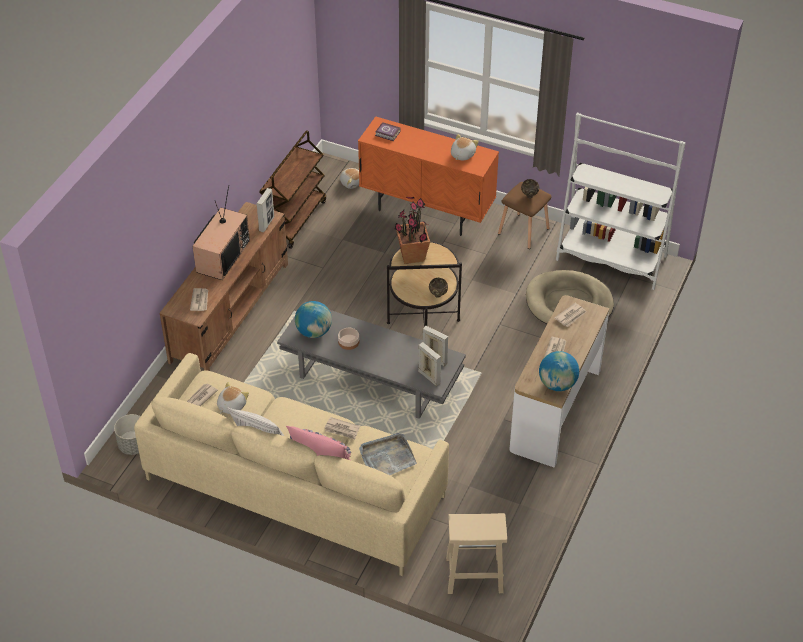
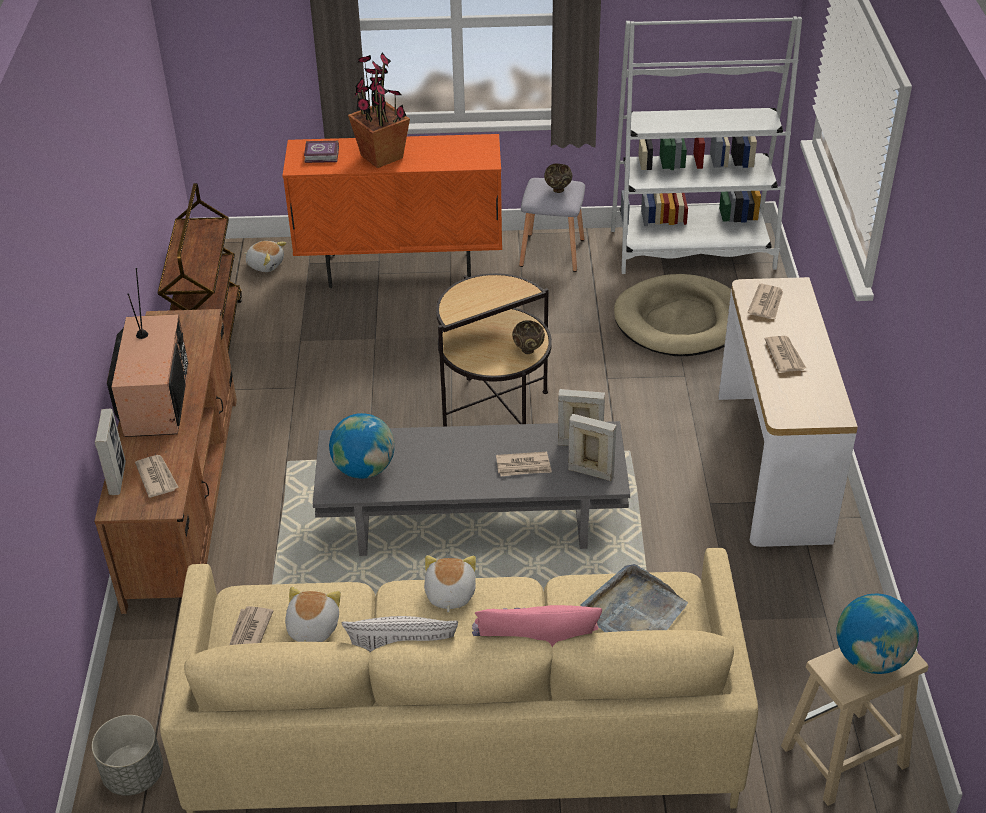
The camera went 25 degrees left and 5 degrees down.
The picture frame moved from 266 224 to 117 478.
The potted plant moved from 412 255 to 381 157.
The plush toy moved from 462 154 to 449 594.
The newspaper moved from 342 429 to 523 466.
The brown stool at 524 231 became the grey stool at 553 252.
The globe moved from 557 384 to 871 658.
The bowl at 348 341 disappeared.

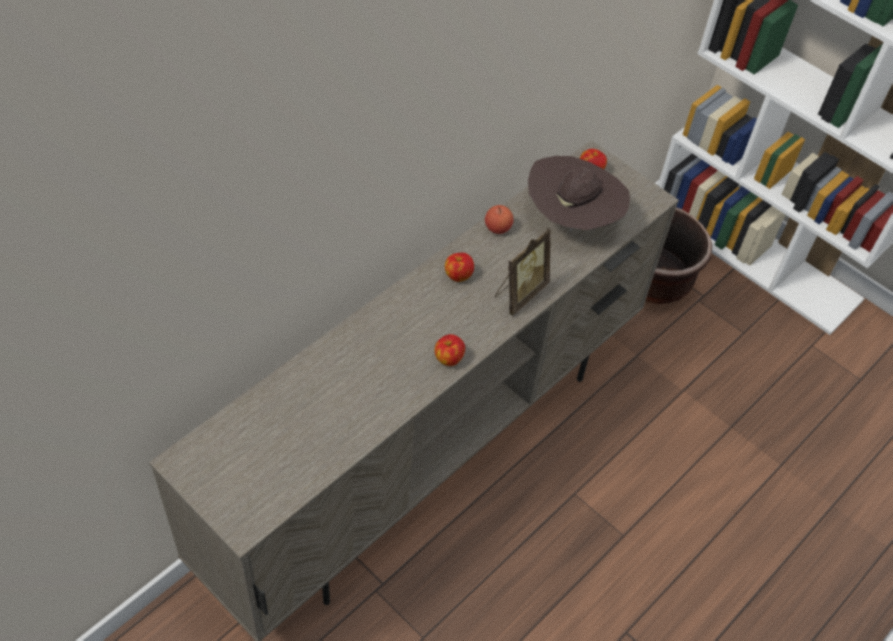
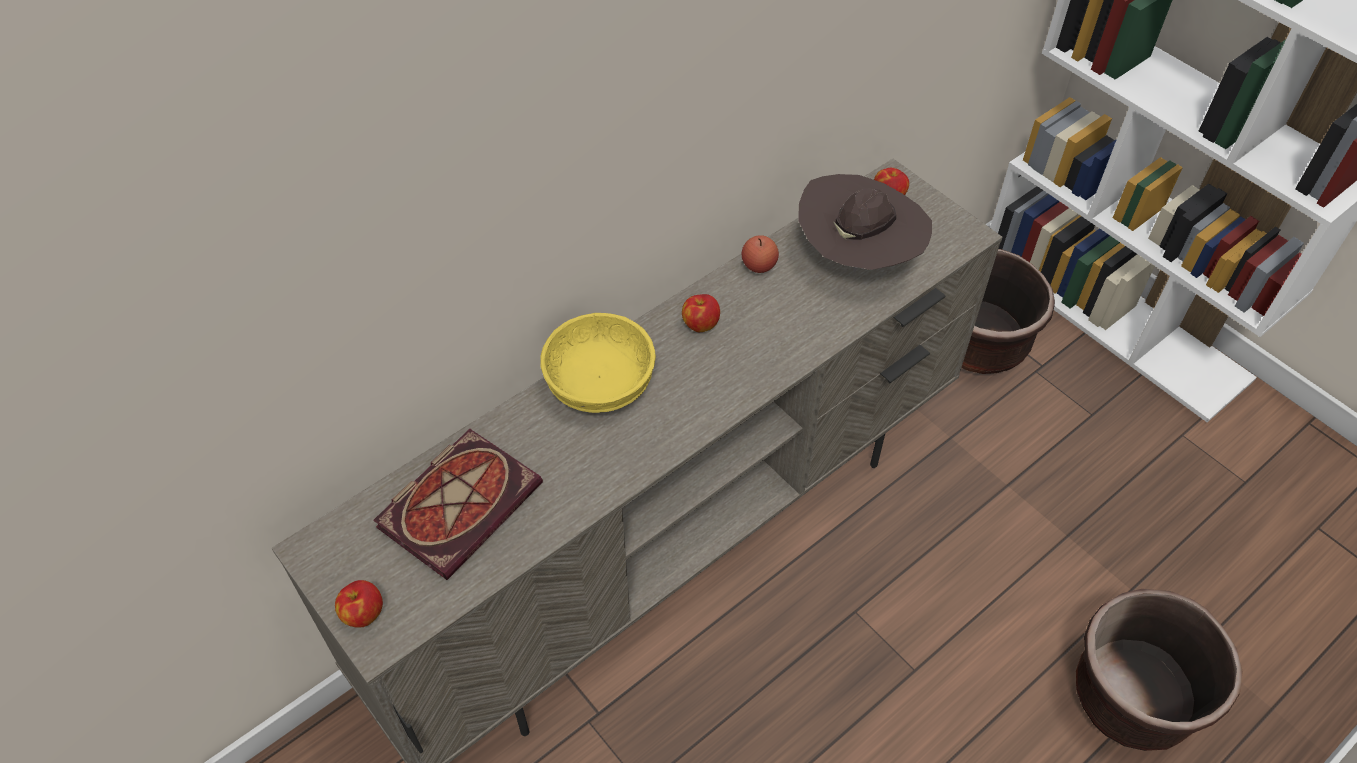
The camera went 10 degrees right and 0 degrees up.
The apple moved from 448 358 to 363 613.
The book at 460 501 appeared.
The yellow bowl at 599 381 appeared.
The brown planter at 1133 696 appeared.
The picture frame at 519 293 disappeared.

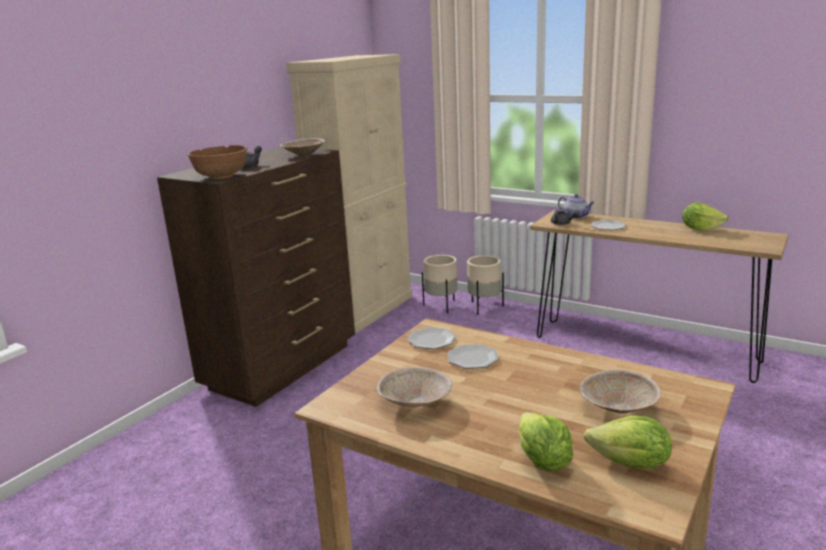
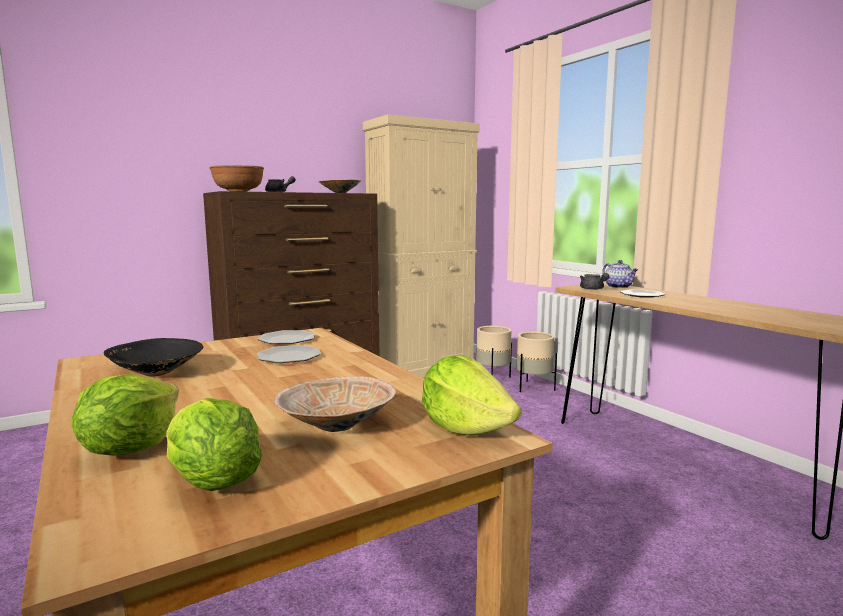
The camera went 25 degrees right and 10 degrees down.
The beige bowl at 416 402 became the black bowl at 158 374.
The lettuce moved from 700 229 to 465 428.

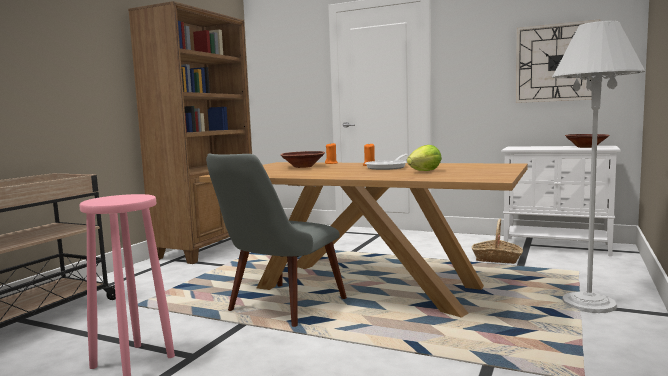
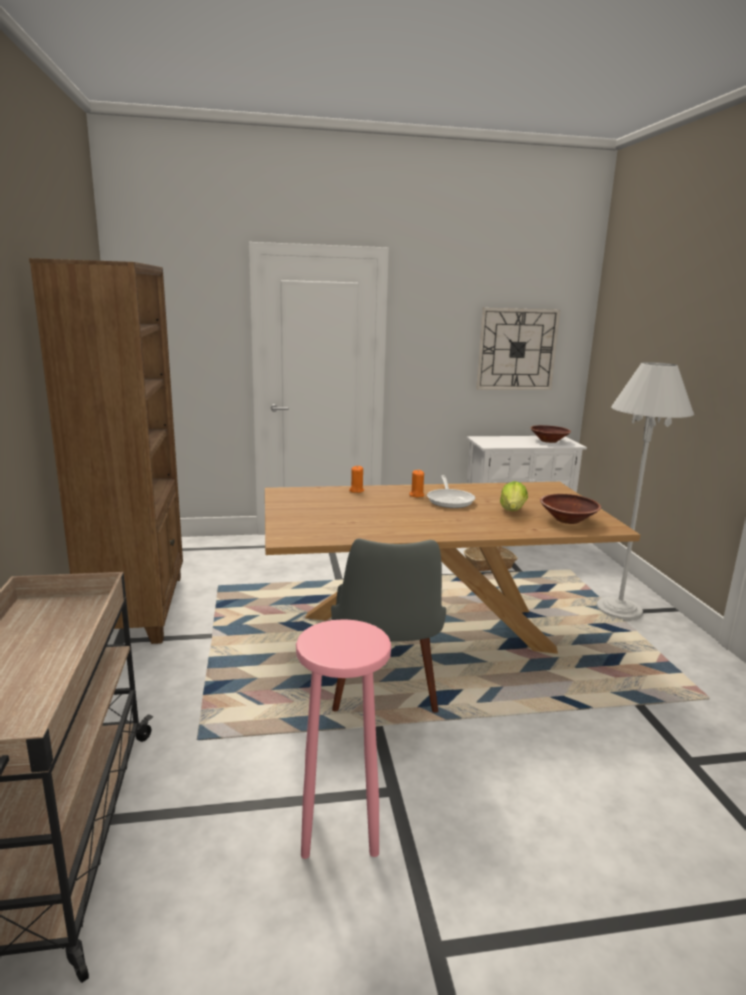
The camera went 35 degrees left and 10 degrees up.
The brown bowl moved from 303 167 to 568 520.

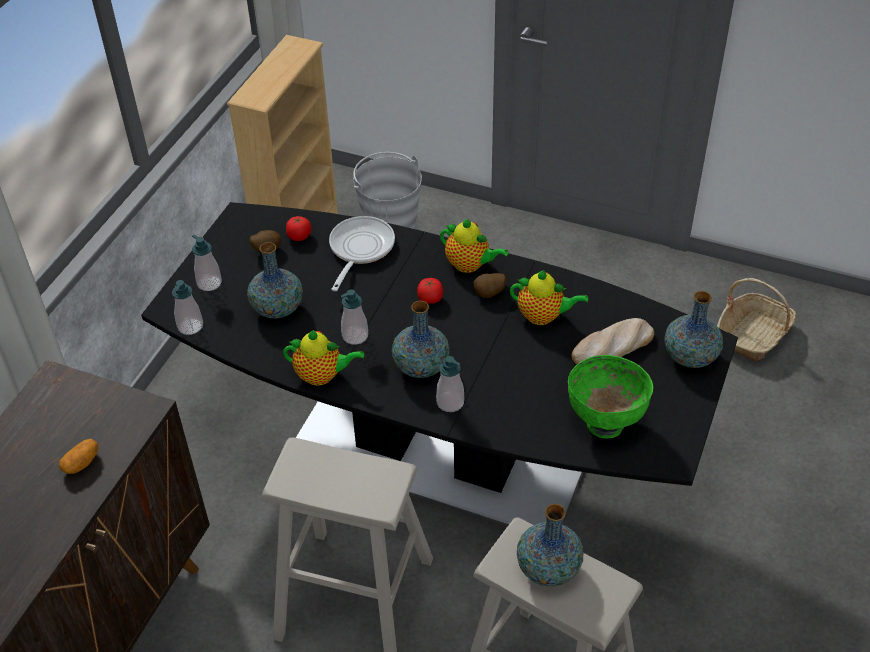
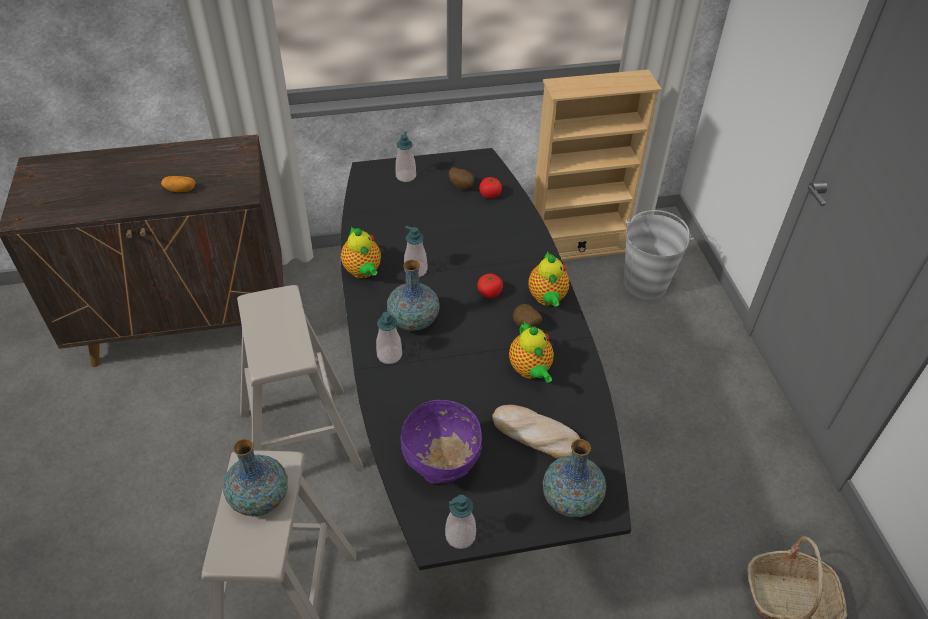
The camera went 55 degrees right and 0 degrees up.
The green bowl at 605 422 became the purple bowl at 442 467.
The soap dispenser moved from 190 326 to 460 536.
The vase at 278 309 disappeared.
The frying pan at 359 249 disappeared.

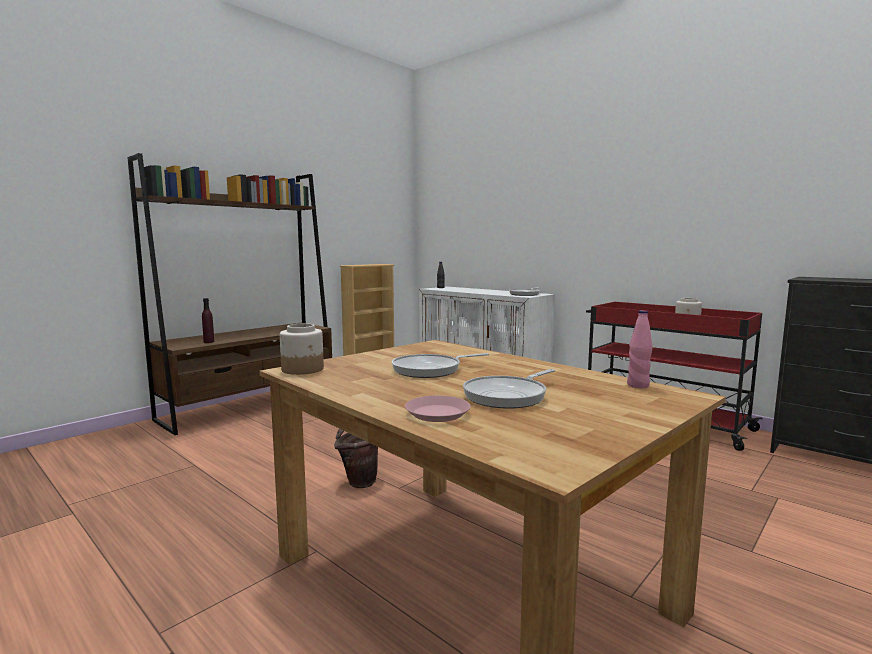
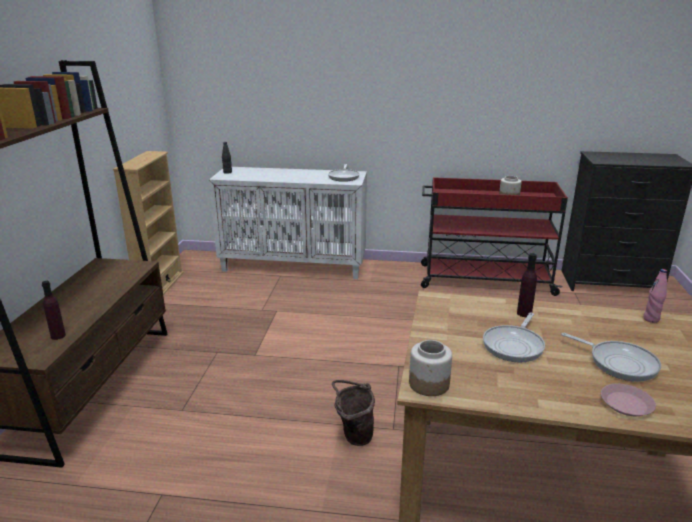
The camera went 35 degrees left and 15 degrees up.
The purple bottle at 524 313 appeared.
The frying pan at 508 396 turned 60 degrees counterclockwise.

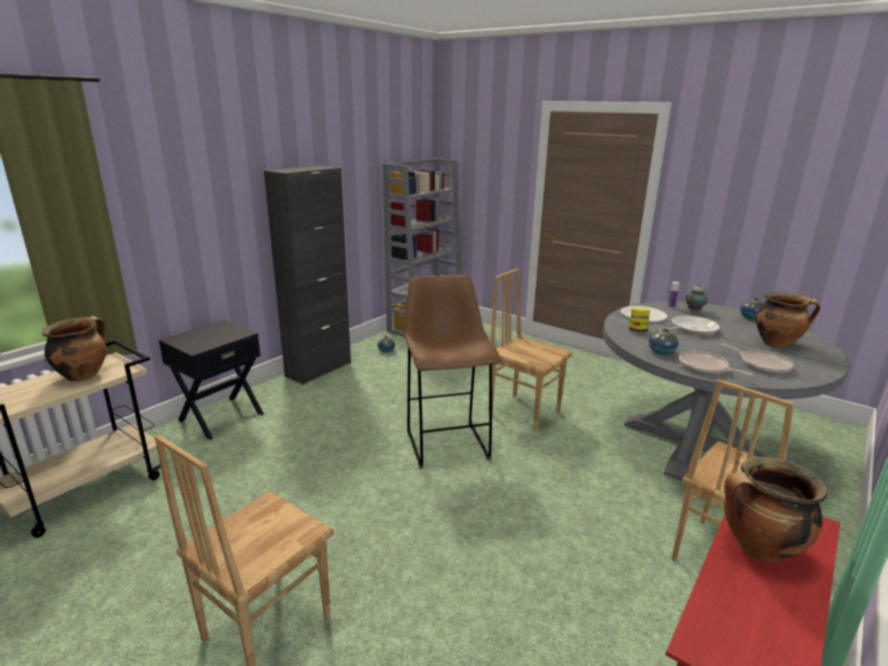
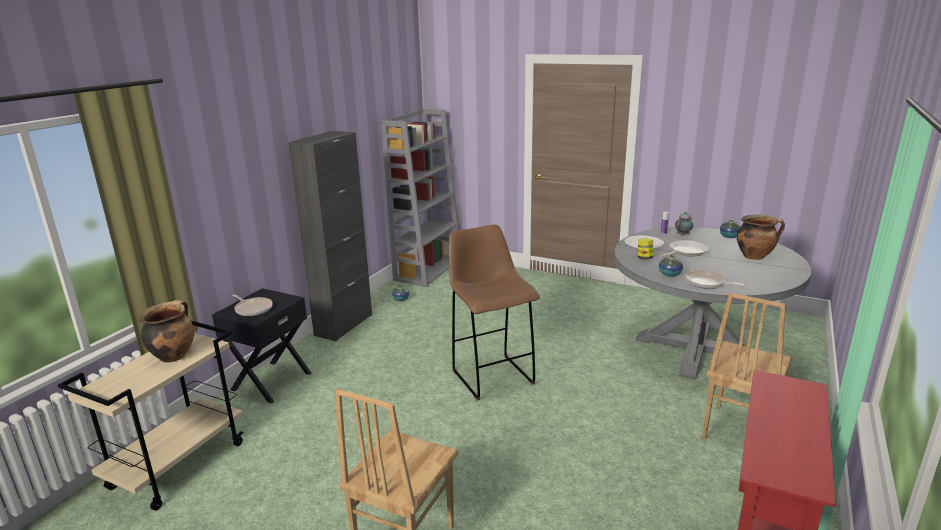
The camera went 10 degrees left and 0 degrees up.
The frying pan moved from 762 364 to 253 309.
The brown chair at 524 412 disappeared.
The cooking pot at 758 548 disappeared.

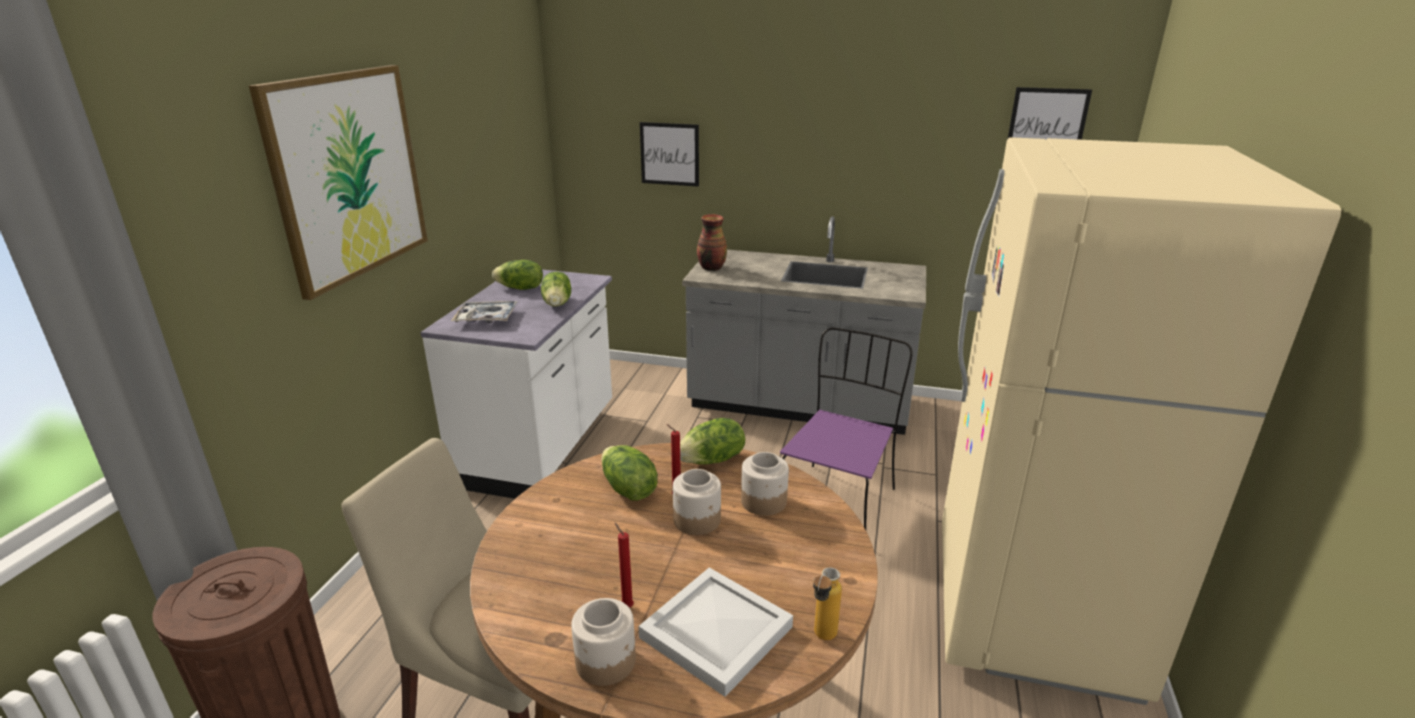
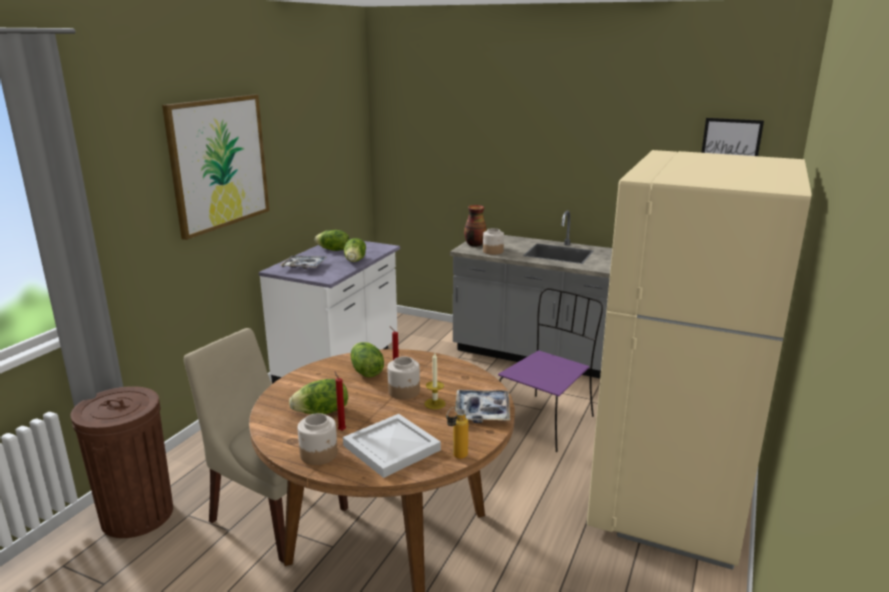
The camera went 10 degrees right and 5 degrees down.
The lettuce moved from 712 460 to 322 412.
The candle at 435 404 appeared.
The tray at 482 411 appeared.
The jar moved from 763 502 to 492 251.
The picture at 669 154 disappeared.

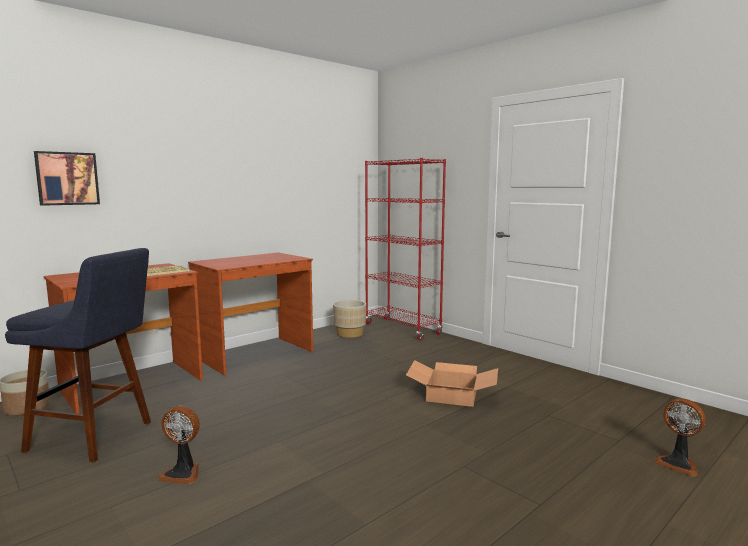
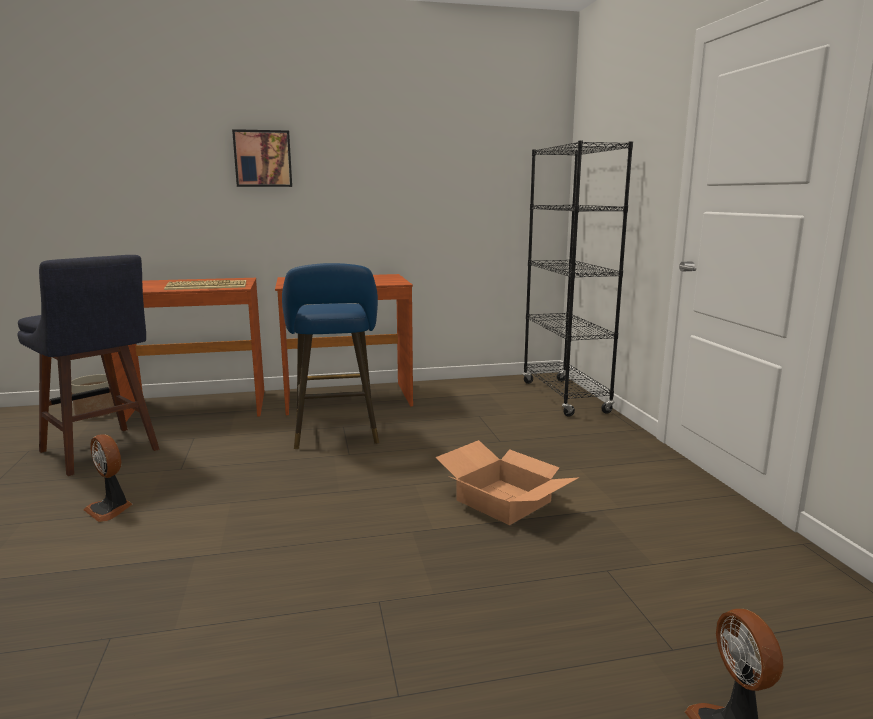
The camera went 30 degrees right and 5 degrees up.
The picture moved from 67 178 to 263 159.
The blue stool at 336 434 appeared.
The red bookcase at 402 329 became the black bookcase at 564 397.
The beige planter at 349 334 disappeared.

